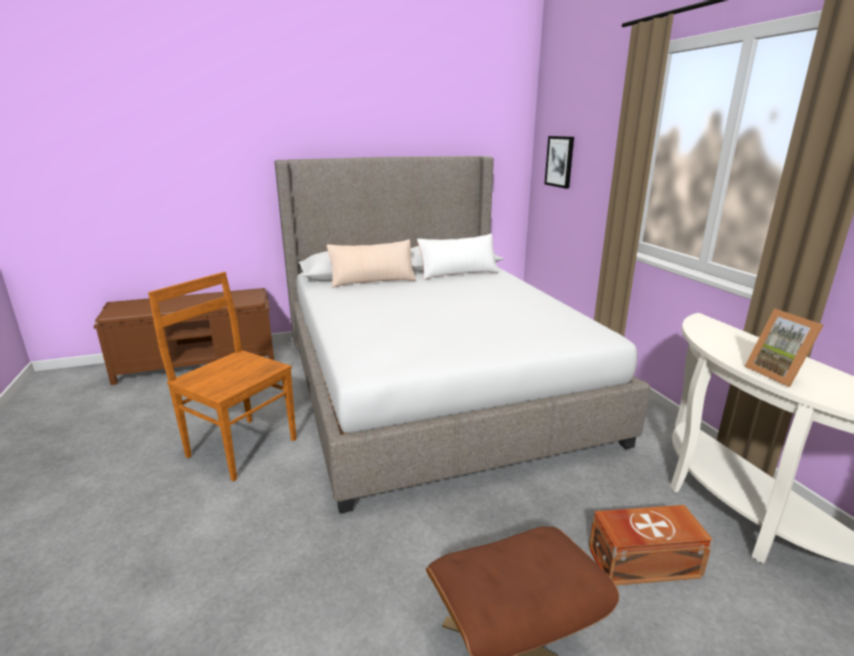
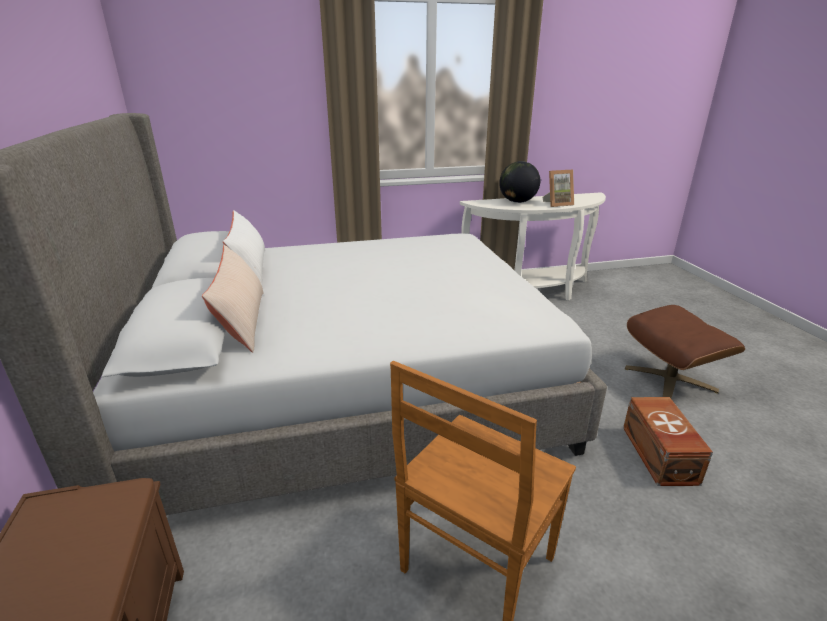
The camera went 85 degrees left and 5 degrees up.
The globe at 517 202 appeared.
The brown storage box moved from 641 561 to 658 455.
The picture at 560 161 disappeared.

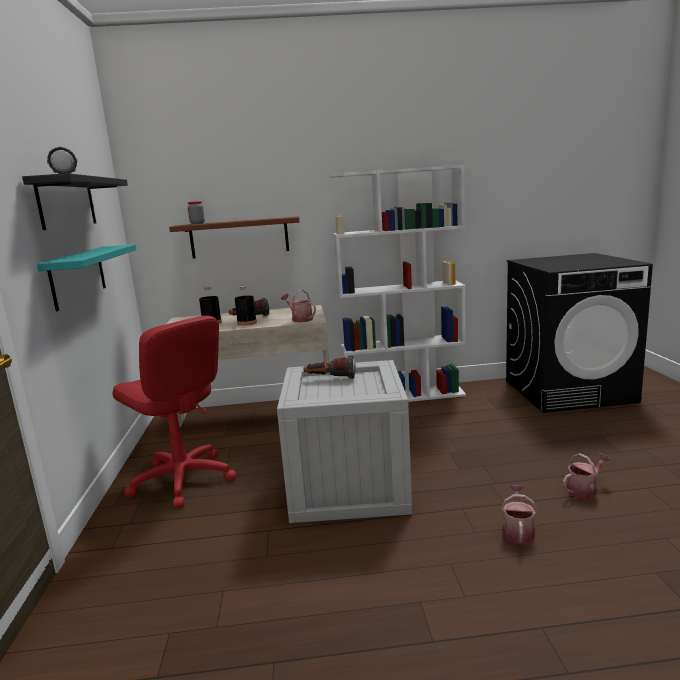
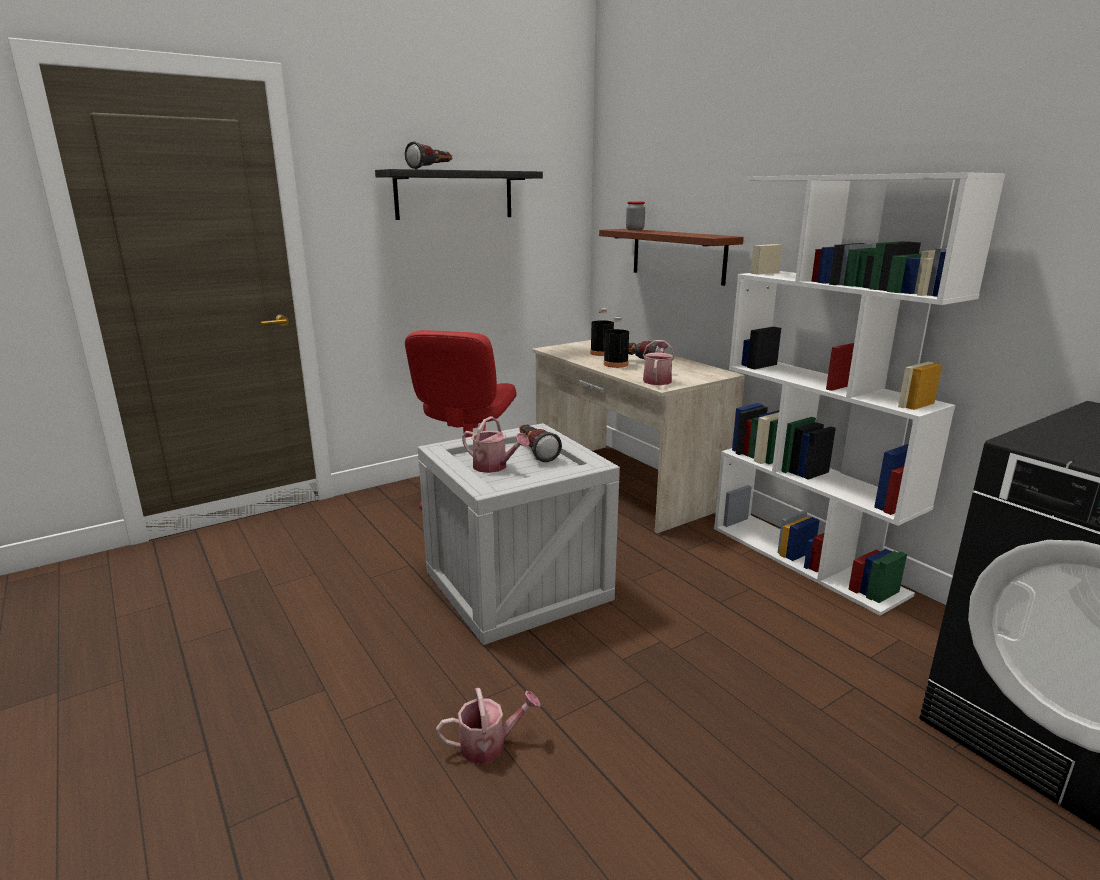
The camera went 60 degrees right and 5 degrees up.
The watering can moved from 584 489 to 494 467.
The turquoise shelf at 78 276 disappeared.

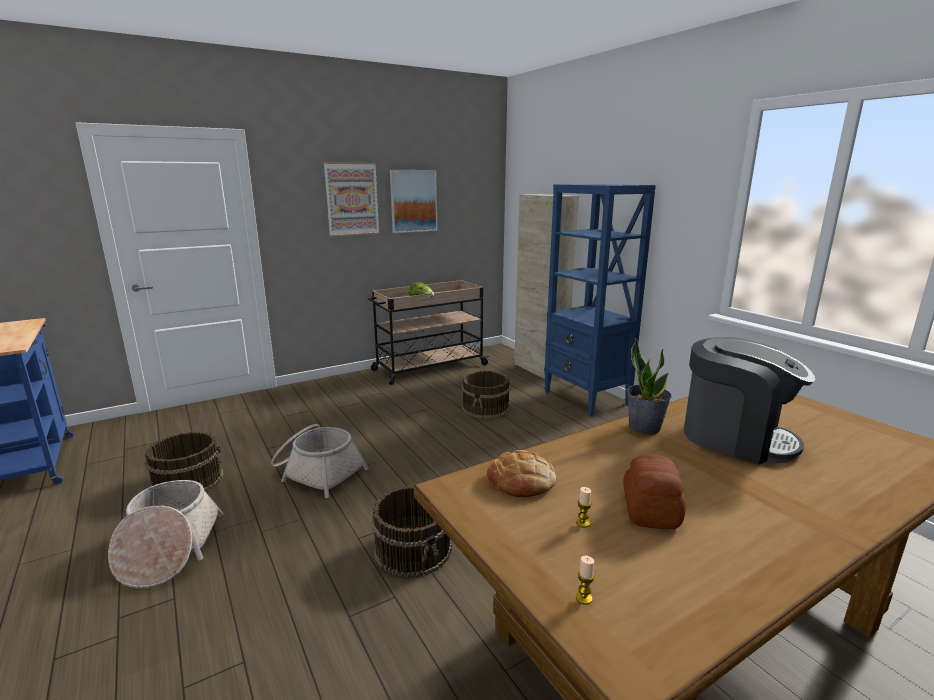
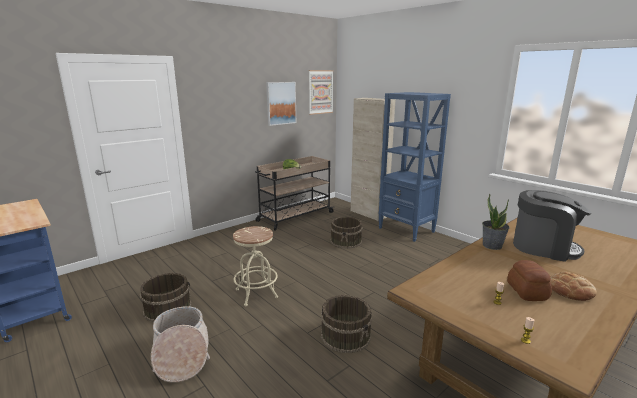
The camera went 10 degrees left and 0 degrees up.
The basket at 317 472 was replaced by the beige stool at 256 293.
The picture moved from 352 199 to 320 92.
The bread moved from 521 480 to 570 290.

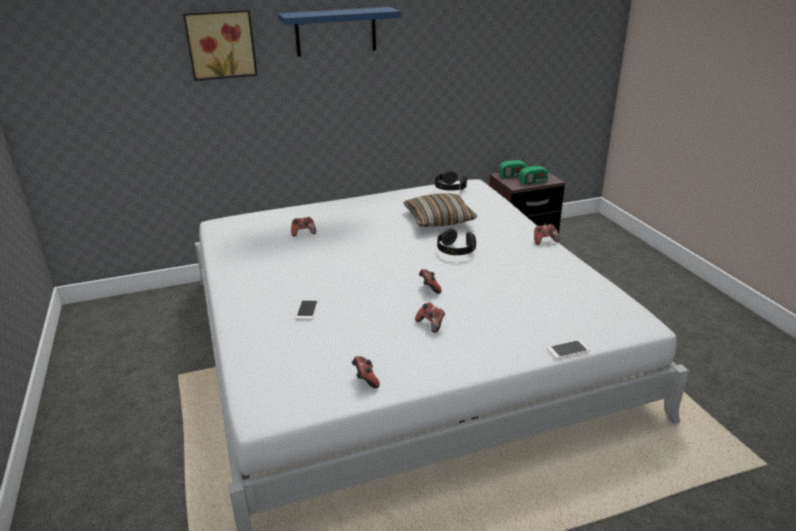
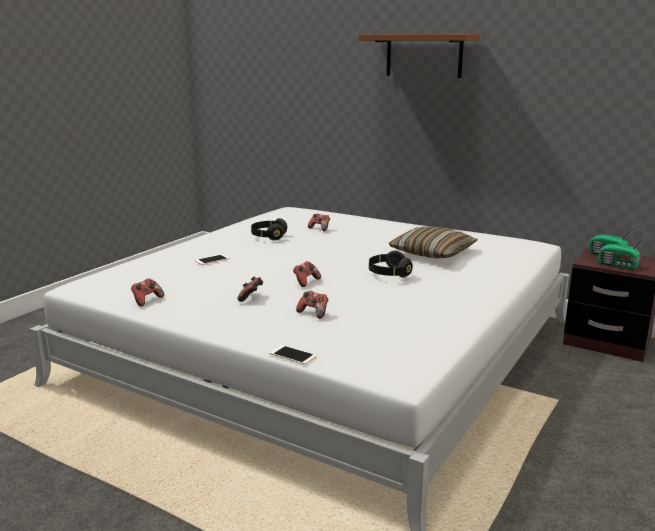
The camera went 50 degrees right and 10 degrees down.
The black headphones moved from 450 188 to 268 236.
The game controller moved from 544 241 to 313 313.
The blue shelf at 336 31 became the brown shelf at 424 55.
The picture at 221 44 disappeared.

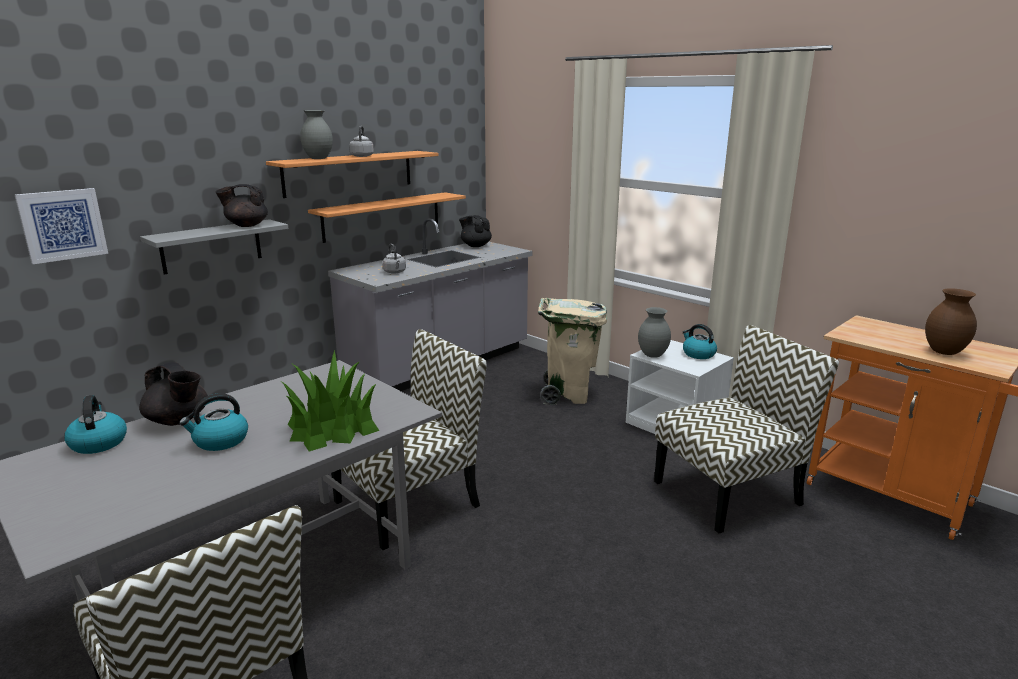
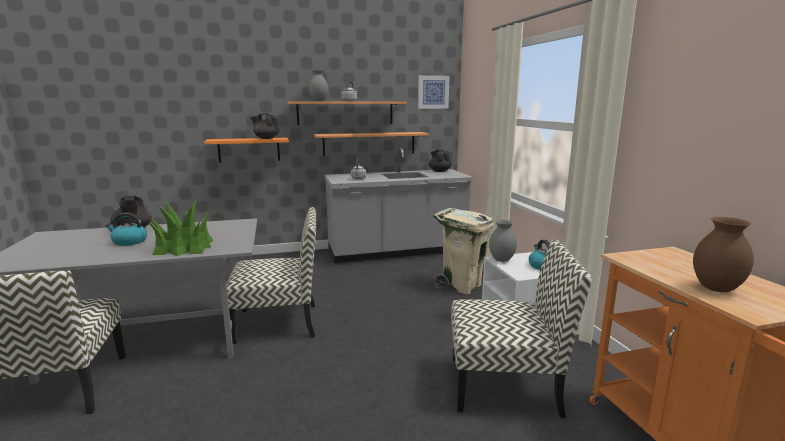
The camera went 30 degrees right and 5 degrees down.
The grey shelf at 211 246 became the orange shelf at 249 150.
The picture moved from 62 225 to 433 92.
The kettle at 98 443 disappeared.

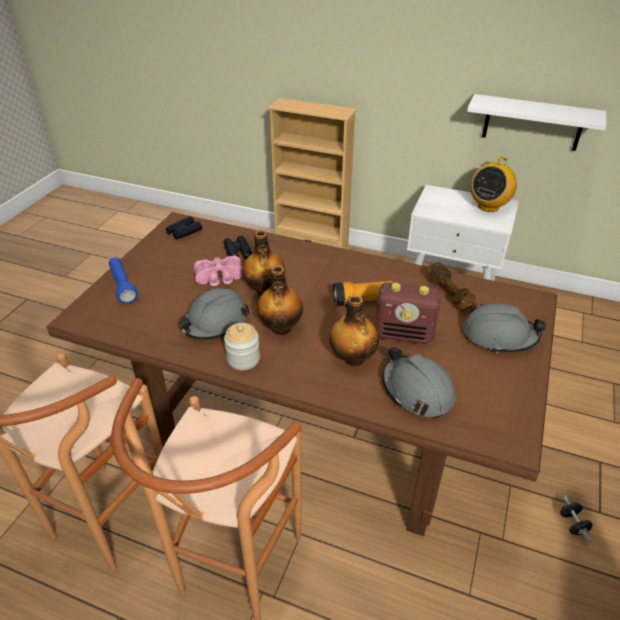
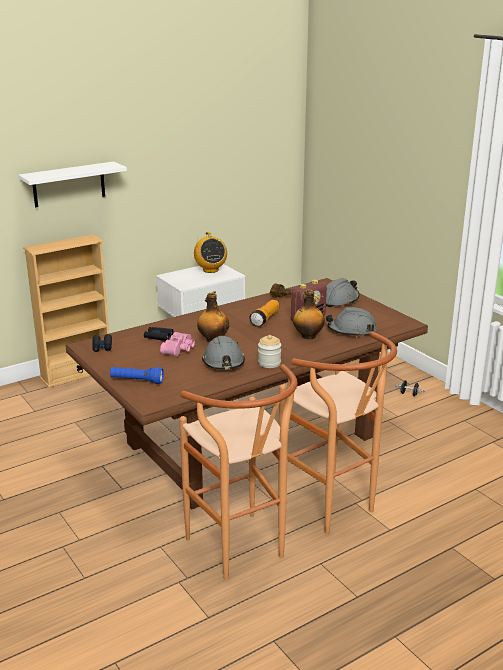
The camera went 55 degrees left and 15 degrees down.
The white shelf moved from 532 123 to 69 184.
The bottle at 281 327 disappeared.

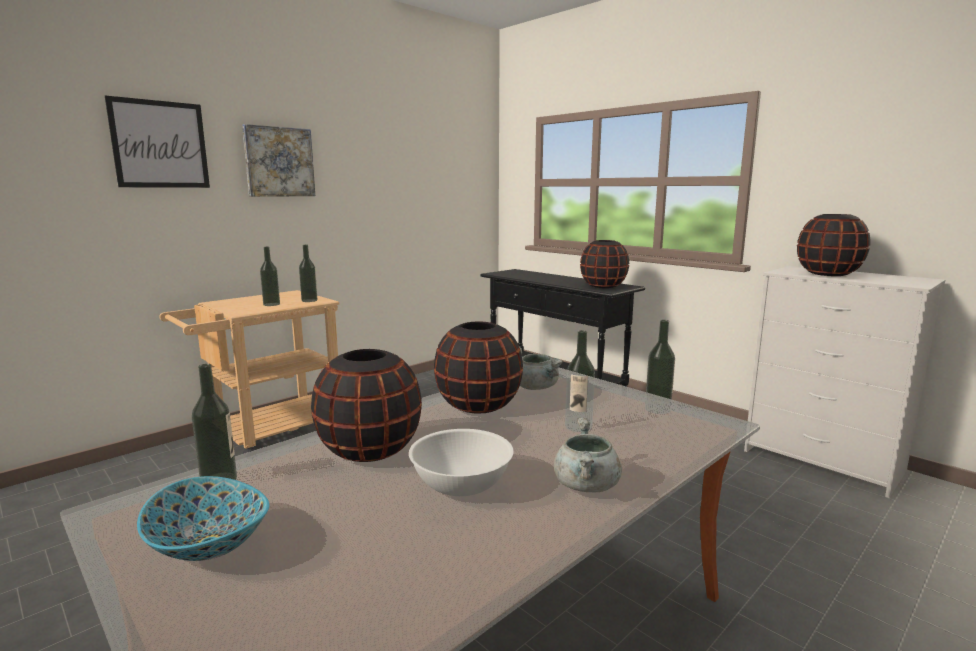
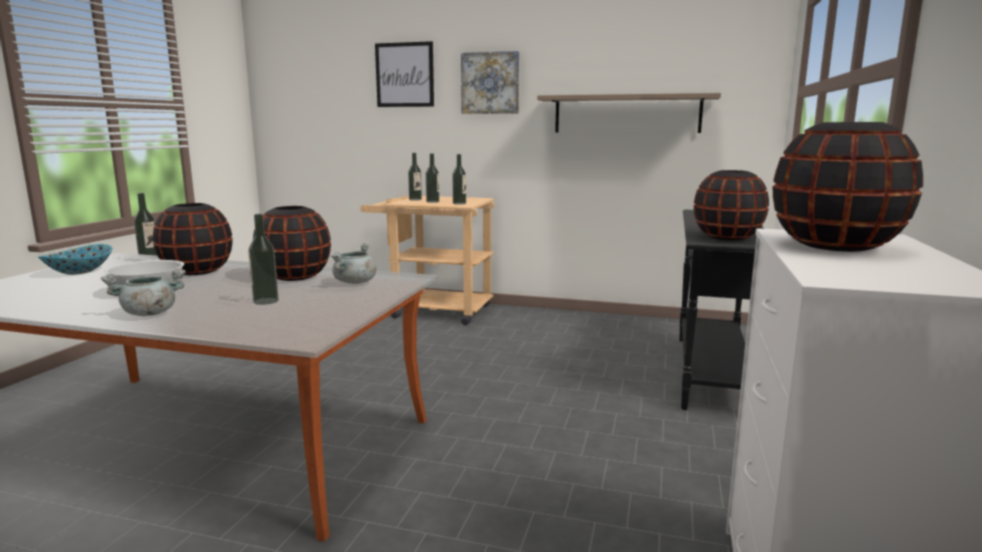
The camera went 60 degrees right and 0 degrees up.
The bottle moved from 657 409 to 415 199.
The shelf at 626 114 appeared.

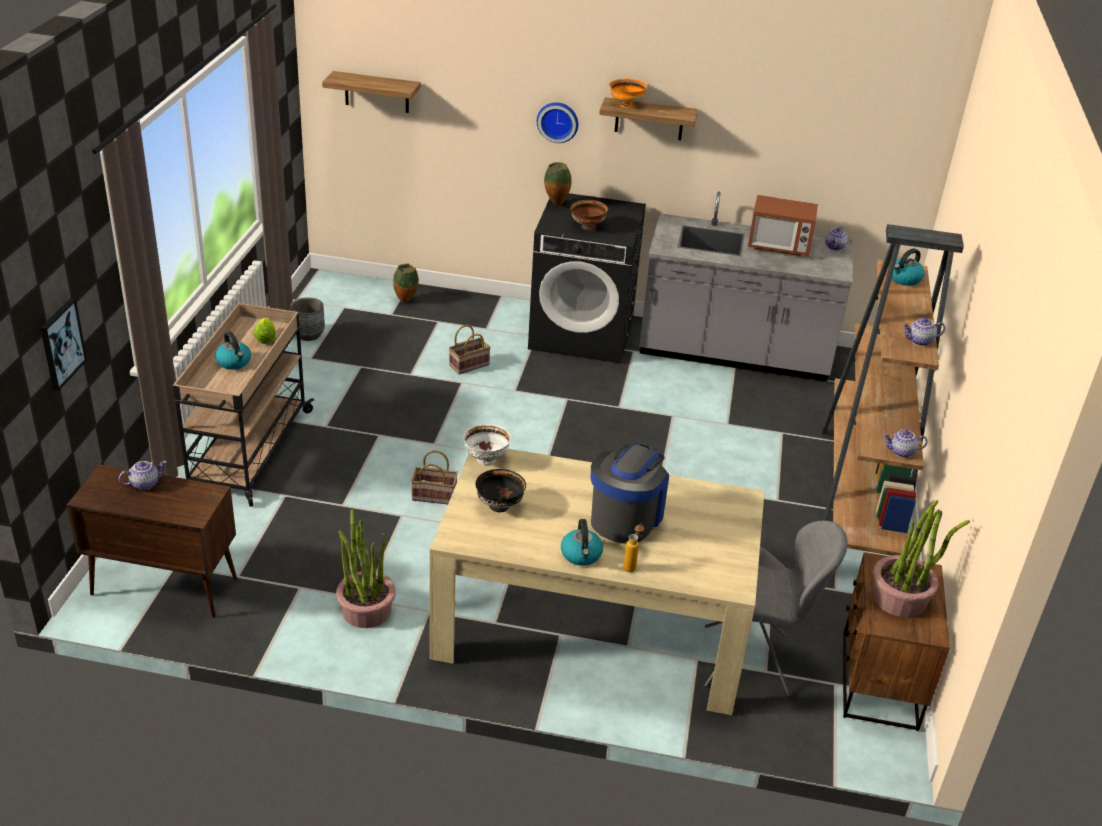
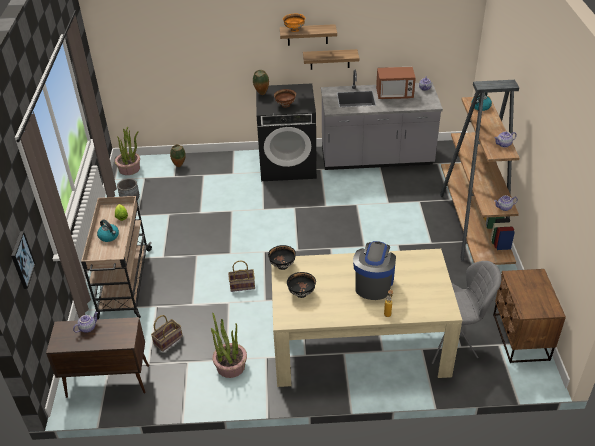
The camera went 10 degrees left and 5 degrees up.
The potted plant moved from 900 598 to 129 169.
The basket moved from 469 364 to 168 340.
The white bowl at 485 459 became the black bowl at 282 265.
The shelf moved from 376 92 to 330 59.
The wall clock at 558 121 disappeared.
The kettle at 581 555 disappeared.

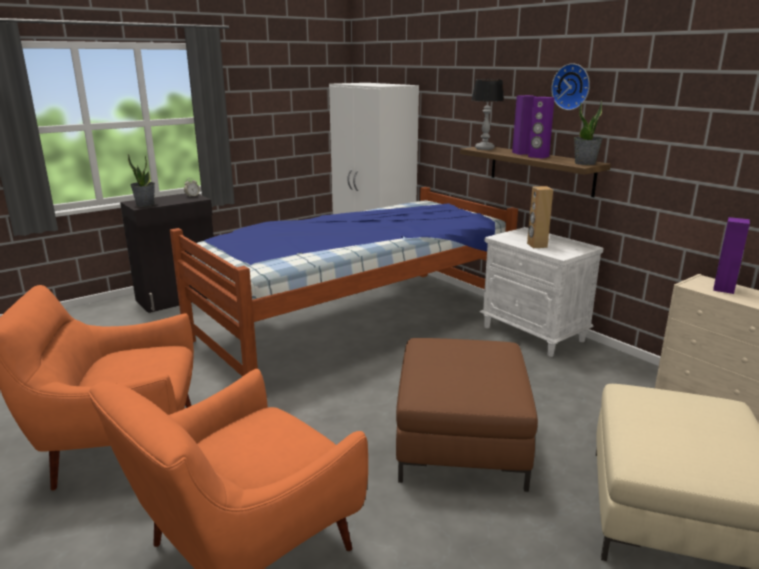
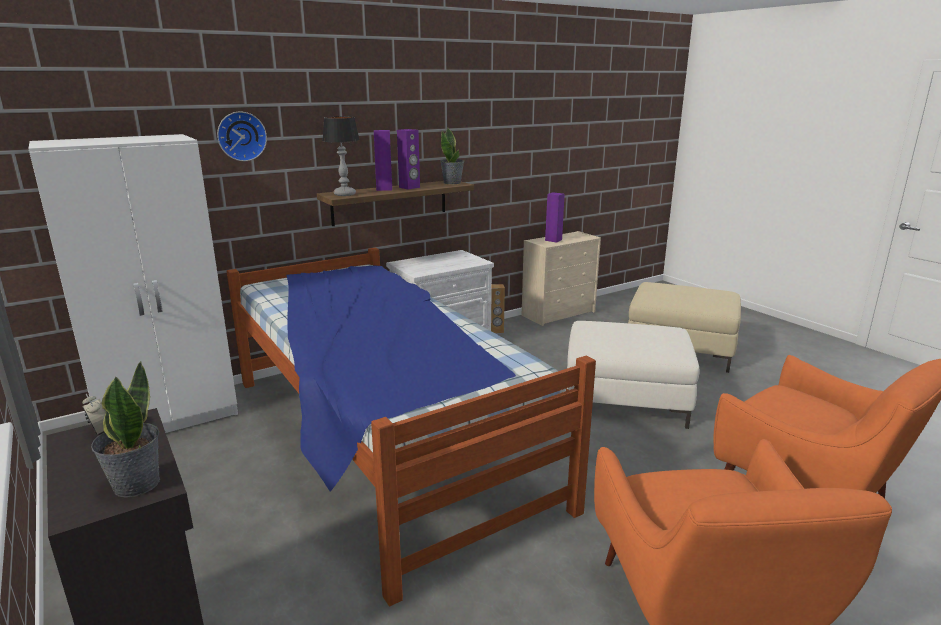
The camera went 85 degrees left and 0 degrees up.
The wall clock moved from 572 87 to 241 136.
The brown speaker moved from 536 245 to 496 331.
The brown ottoman at 461 441 became the white ottoman at 625 399.

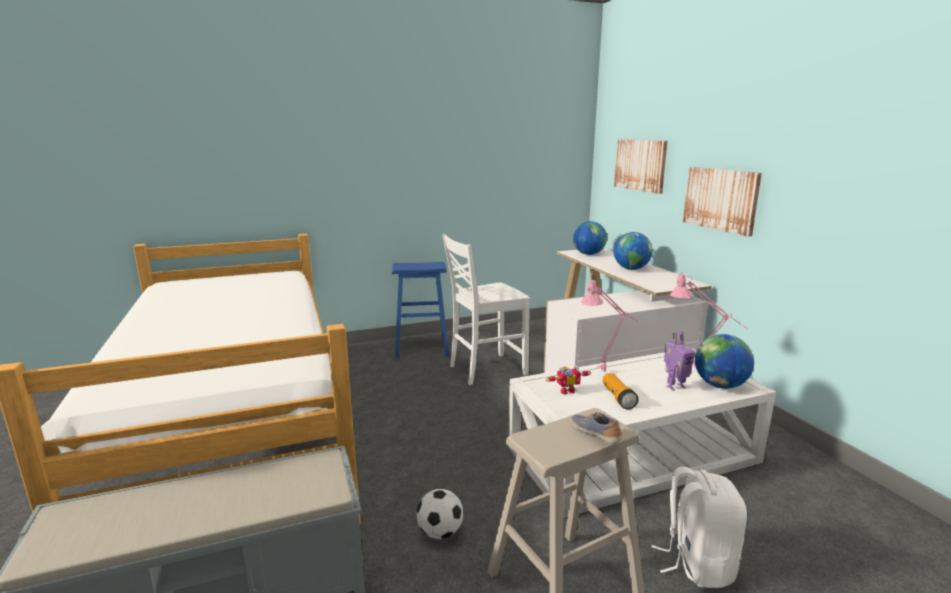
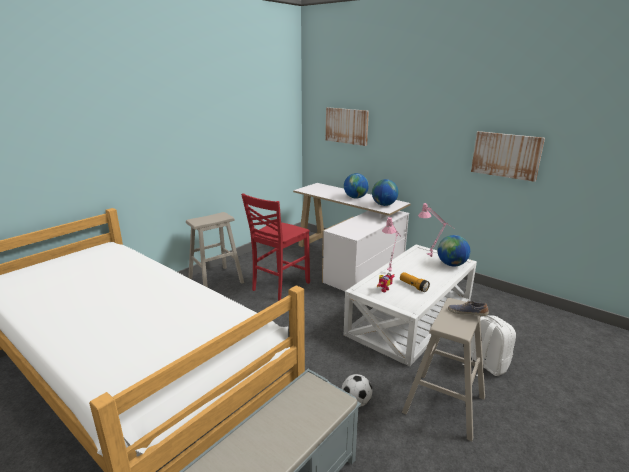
The camera went 30 degrees left and 5 degrees up.
The blue stool at 422 346 became the beige stool at 216 280.
The white chair at 485 370 became the red chair at 279 286.
The globe moved from 588 254 to 384 205.
The picture moved from 720 199 to 506 155.
The toy robot at 674 386 disappeared.

